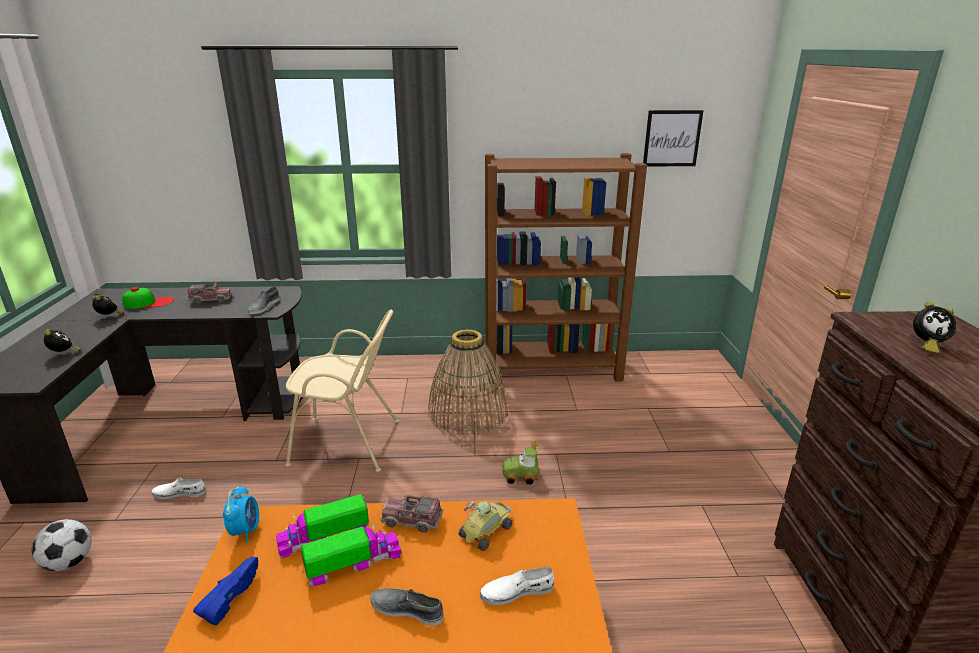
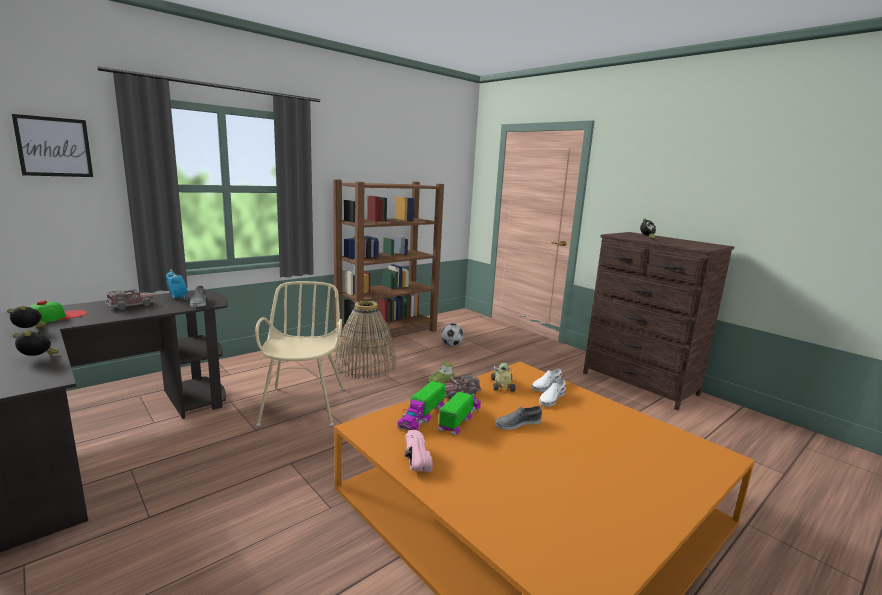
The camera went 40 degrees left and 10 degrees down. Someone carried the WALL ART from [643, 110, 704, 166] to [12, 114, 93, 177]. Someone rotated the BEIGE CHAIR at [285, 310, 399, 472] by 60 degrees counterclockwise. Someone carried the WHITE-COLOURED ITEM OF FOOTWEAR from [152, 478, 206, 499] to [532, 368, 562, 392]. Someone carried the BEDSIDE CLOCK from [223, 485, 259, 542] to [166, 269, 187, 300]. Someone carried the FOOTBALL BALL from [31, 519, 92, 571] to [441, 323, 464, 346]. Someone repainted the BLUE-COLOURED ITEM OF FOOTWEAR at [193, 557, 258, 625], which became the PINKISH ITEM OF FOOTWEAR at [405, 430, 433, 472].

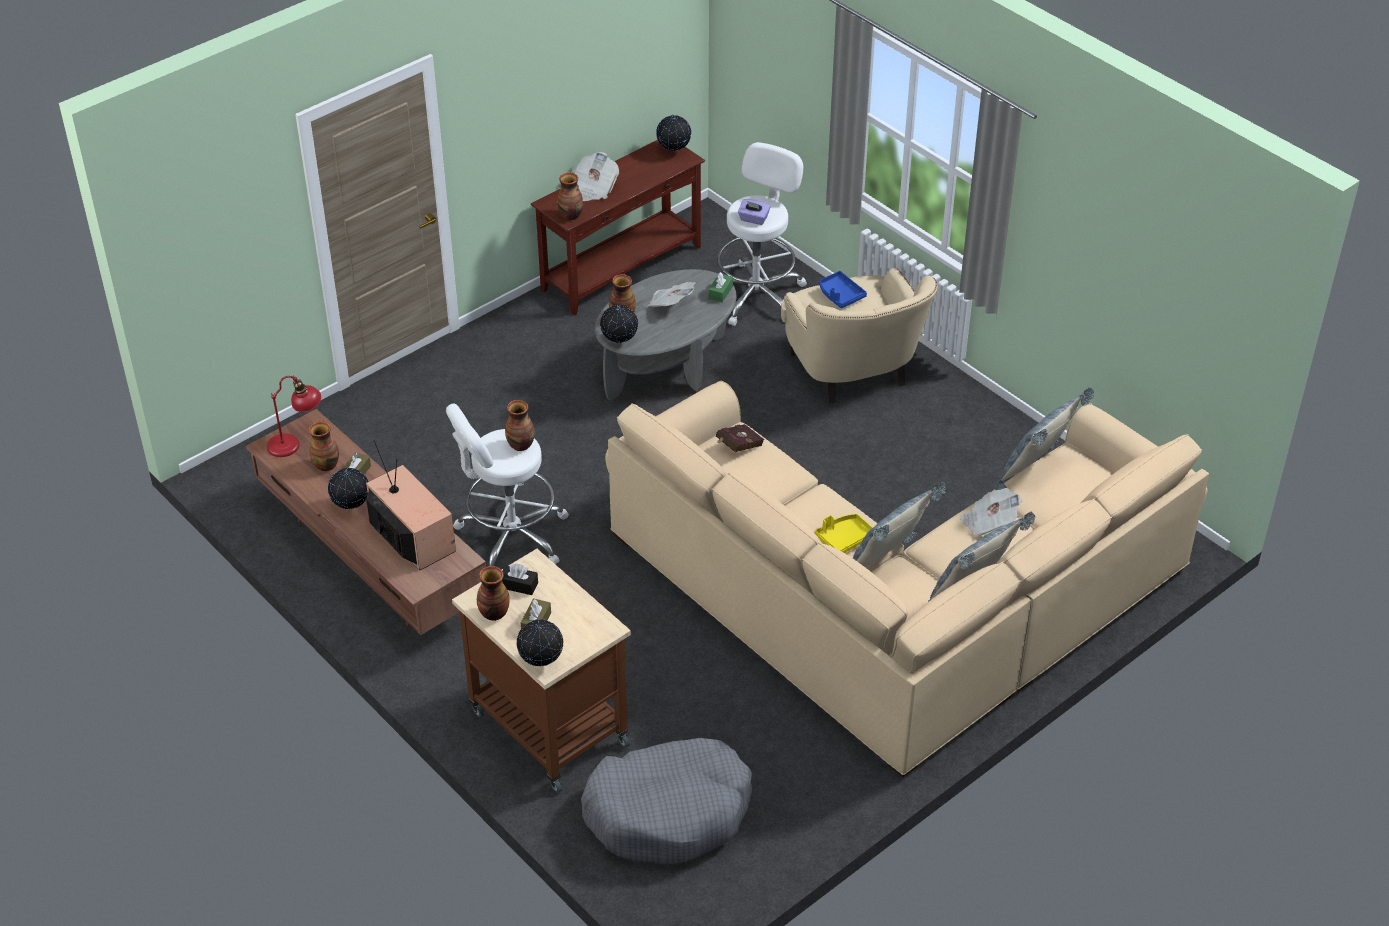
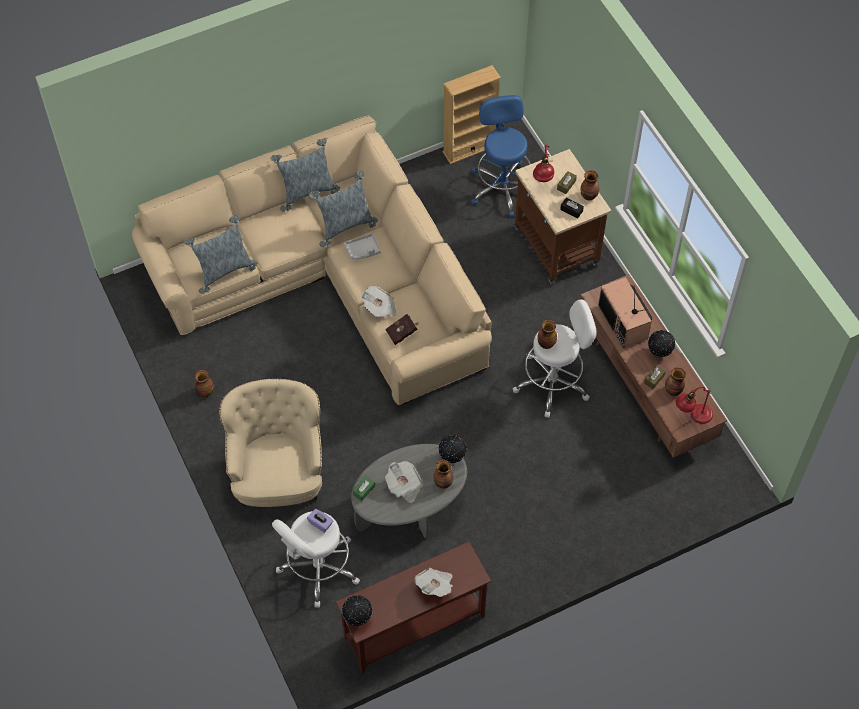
The camera went 165 degrees left and 15 degrees up. Someone carried the DECORATIVE VASE from [557, 172, 583, 220] to [195, 370, 214, 397]. Someone took away the BLUE-COLOURED TRAY at [819, 271, 867, 308]. Someone carried the NEWSPAPER from [960, 488, 1022, 537] to [361, 286, 397, 318]. Someone repainted the YELLOWISH TRAY at [815, 514, 873, 553], which became the GRAY TRAY at [344, 234, 381, 259]. Someone took away the DESK GLOBE at [517, 619, 563, 666]. Someone swapped the GRAY DOG BED at [581, 738, 752, 865] for the BLUE-COLOURED STOOL at [471, 95, 531, 217]. Someone put down the BEIGE BOOKSHELF at [442, 65, 501, 164]. Someone put down the RED-COLOURED LAMP FOR A TABLE at [533, 145, 554, 182].

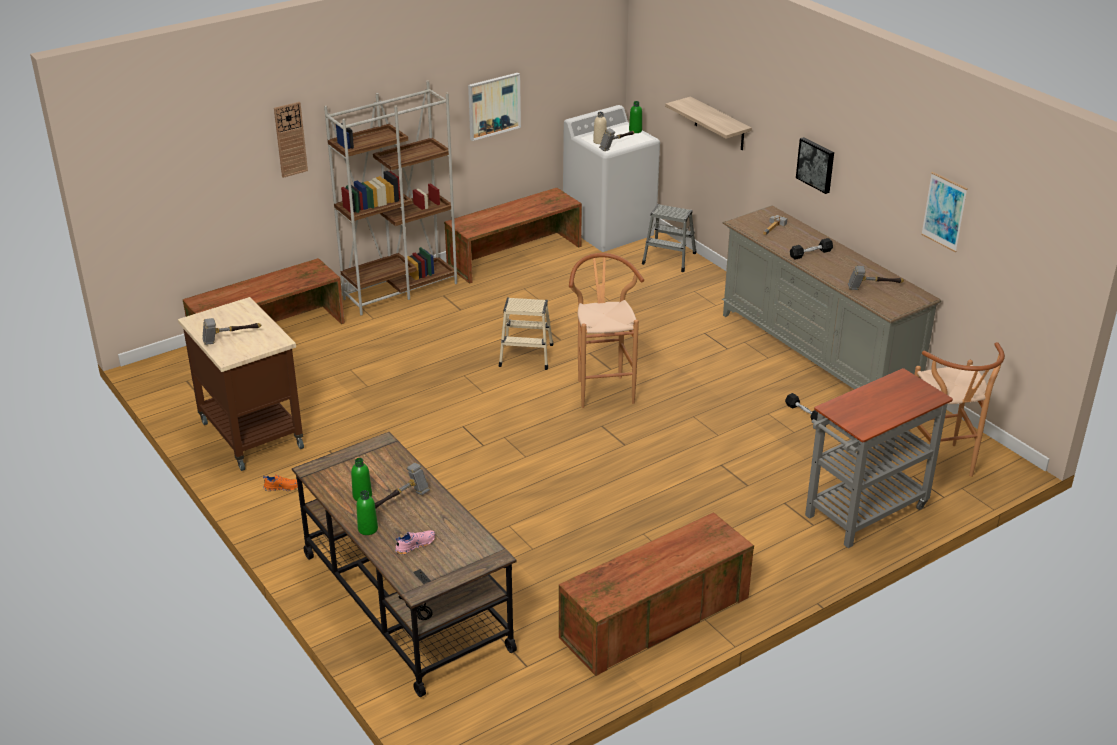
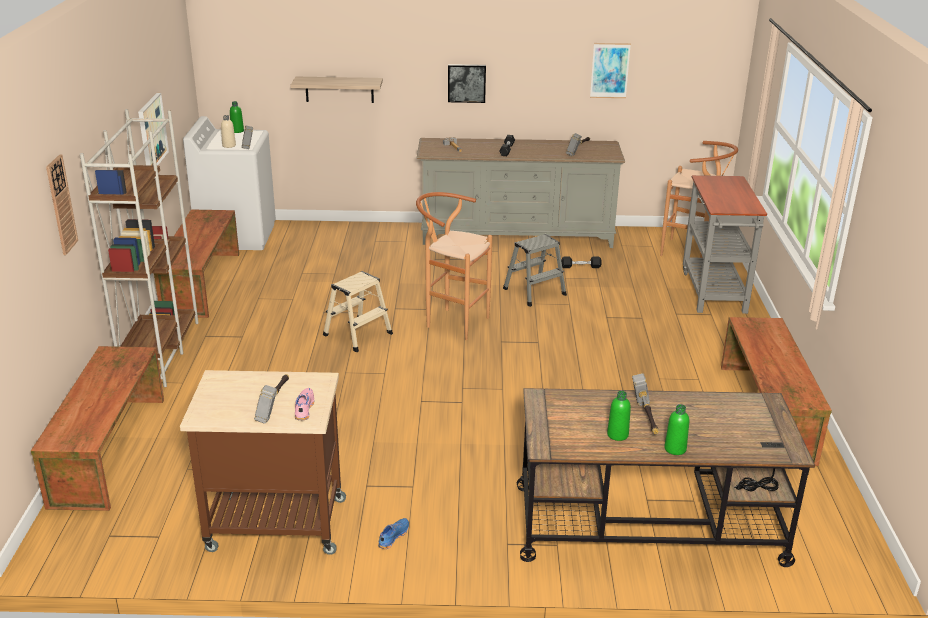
The camera went 55 degrees left and 5 degrees down. Someone carried the GRAY STEP STOOL from [642, 204, 696, 272] to [503, 234, 567, 307]. Someone repainted the ORANGE-COLOURED ITEM OF FOOTWEAR at [263, 474, 298, 491], which became the BLUE-COLOURED ITEM OF FOOTWEAR at [378, 518, 409, 549]. Someone carried the PINKISH ITEM OF FOOTWEAR from [395, 530, 435, 555] to [295, 388, 315, 420].

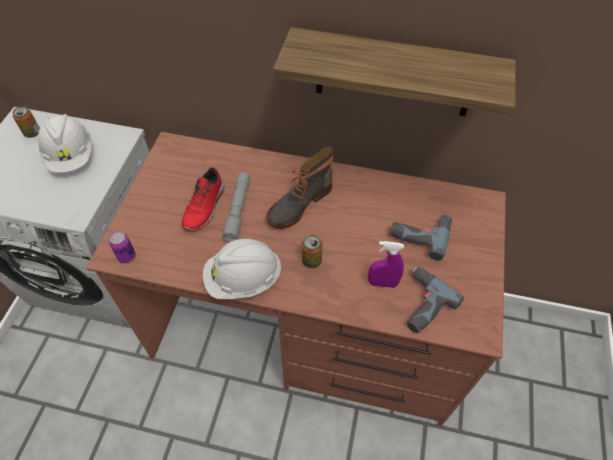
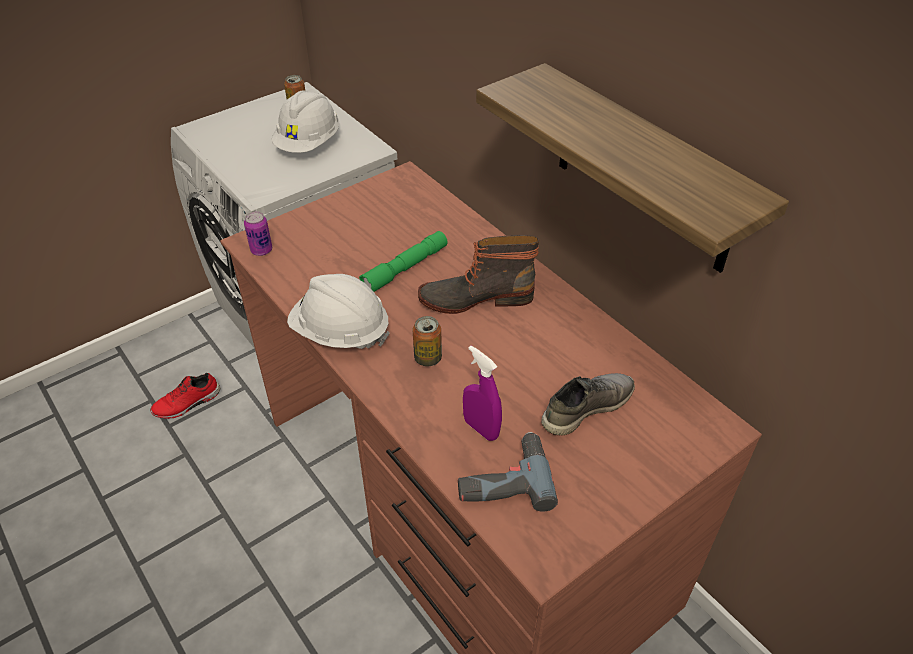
The camera went 40 degrees right and 10 degrees down. Someone carried the RED-COLOURED ITEM OF FOOTWEAR from [181, 167, 224, 231] to [150, 373, 220, 419]. Someone repainted the GRAY HAND TORCH at [222, 173, 250, 242], which became the GREEN HAND TORCH at [359, 231, 448, 292]. Someone swapped the DRILL at [389, 214, 452, 261] for the GRAY ITEM OF FOOTWEAR at [541, 373, 635, 436].

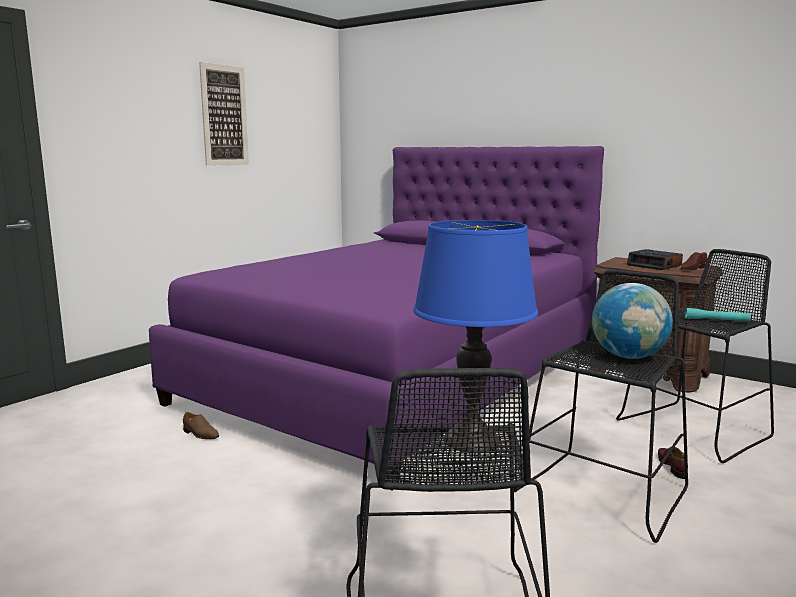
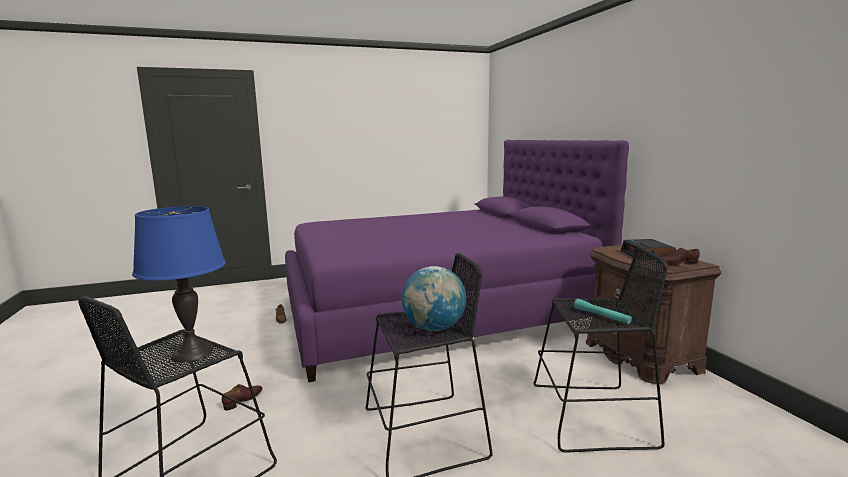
The camera went 35 degrees right and 0 degrees up. Someone took away the WALL ART at [199, 62, 249, 166]. Someone carried the BROWN ITEM OF FOOTWEAR from [658, 447, 685, 479] to [222, 384, 262, 411].

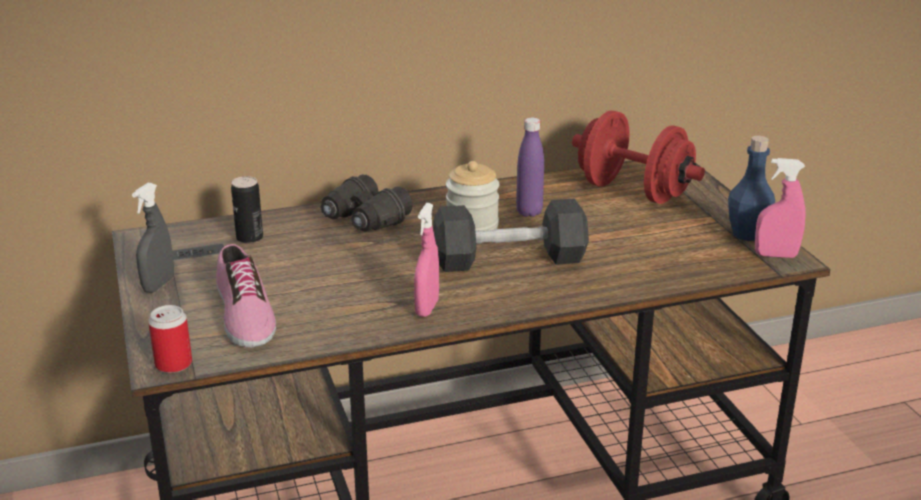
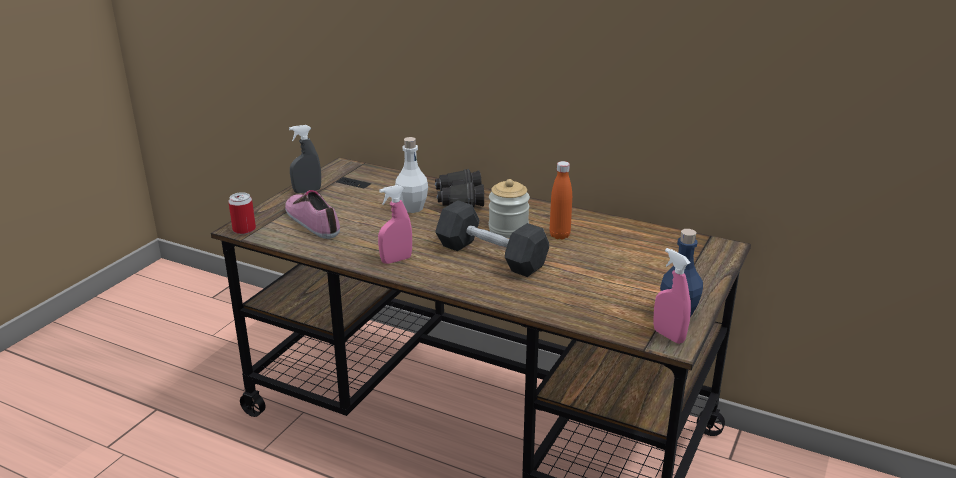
The camera went 45 degrees right and 0 degrees up. Someone took away the RED-COLOURED HAND WEIGHT at [572, 110, 705, 204]. Someone repainted the PURPLISH BOTTLE at [516, 117, 544, 217], which became the ORANGE-COLOURED BOTTLE at [550, 161, 572, 239]. Someone took away the METAL CAN at [231, 176, 263, 243]. Someone rotated the ITEM OF FOOTWEAR at [216, 244, 276, 348] by 120 degrees clockwise. Someone put down the WHITE-COLOURED BOTTLE at [395, 137, 428, 213].

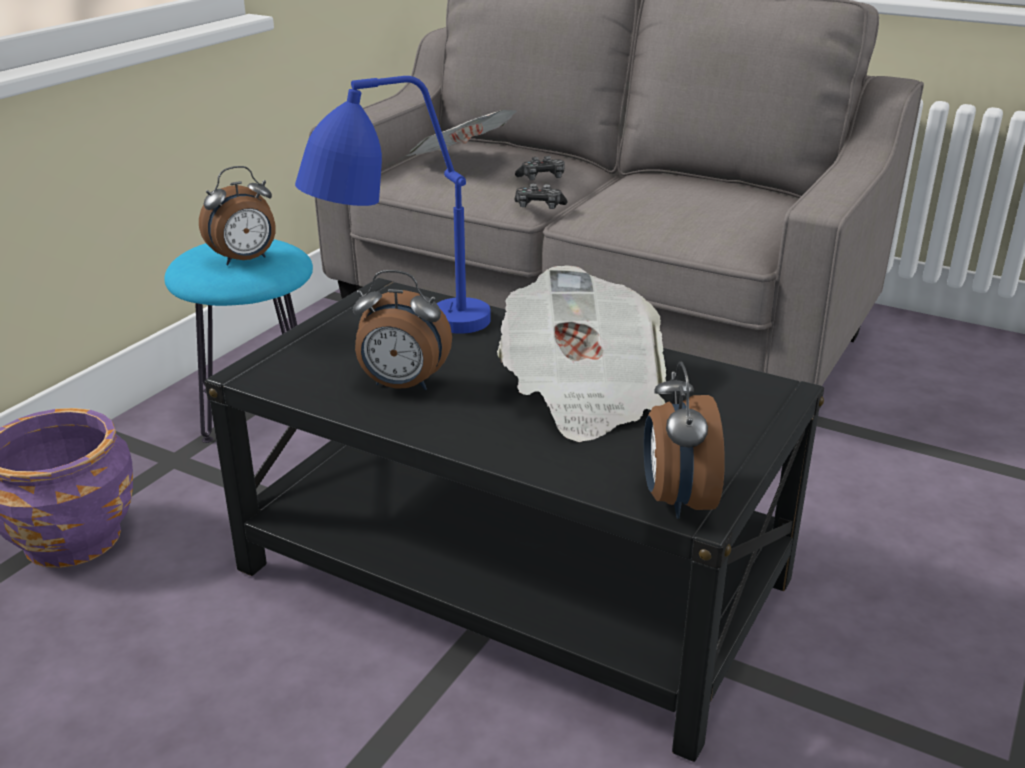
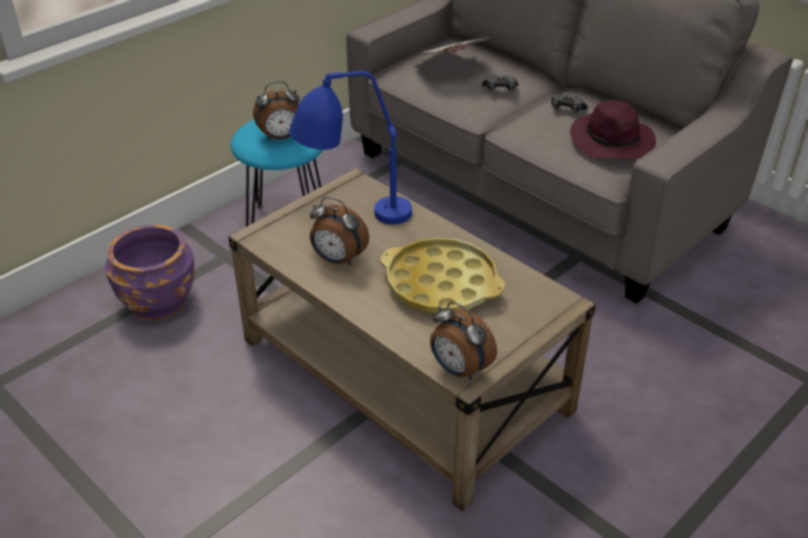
The camera went 15 degrees right and 10 degrees up. Someone carried the GAME CONTROLLER from [515, 183, 567, 209] to [551, 92, 588, 114]. Someone swapped the NEWSPAPER at [497, 265, 666, 442] for the YELLOWISH TRAY at [381, 238, 505, 313]. Someone repainted the BLACKISH COFFEE TABLE at [205, 278, 824, 762], which became the BEIGE COFFEE TABLE at [228, 169, 596, 511]. Someone rotated the BEDSIDE CLOCK at [644, 362, 725, 519] by 60 degrees counterclockwise. Someone put down the PURPLISH WEARABLE HAT at [570, 100, 656, 160].

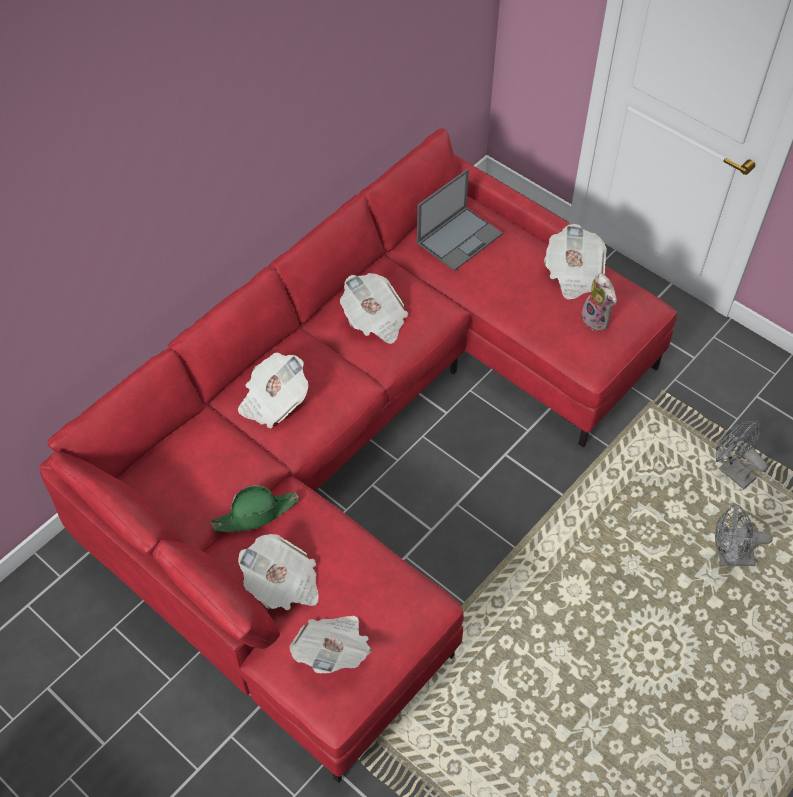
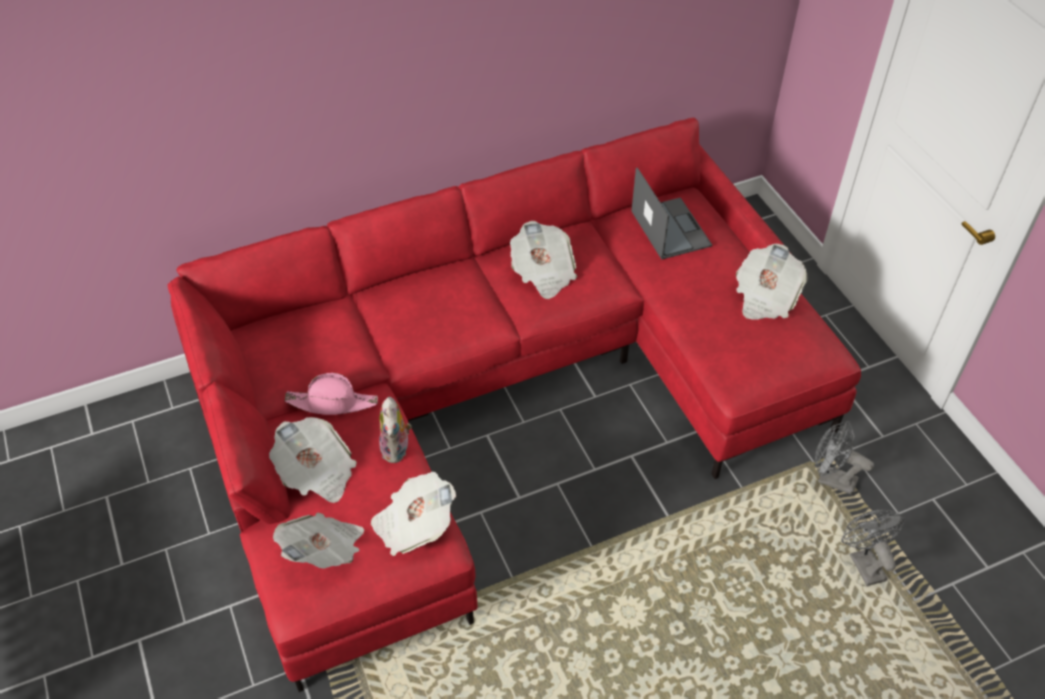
The camera went 25 degrees right and 5 degrees down. Someone rotated the NOTEBOOK COMPUTER at [417, 169, 503, 271] by 90 degrees counterclockwise. Someone carried the PLUSH TOY from [582, 273, 617, 331] to [379, 397, 412, 463]. Someone carried the NEWSPAPER from [238, 353, 308, 428] to [371, 472, 456, 556]. Someone repainted the GREEN WEARABLE HAT at [211, 485, 299, 532], which became the PINKISH WEARABLE HAT at [285, 373, 378, 415]. Someone carried the GRAY FAN from [715, 504, 773, 566] to [815, 421, 874, 495].

